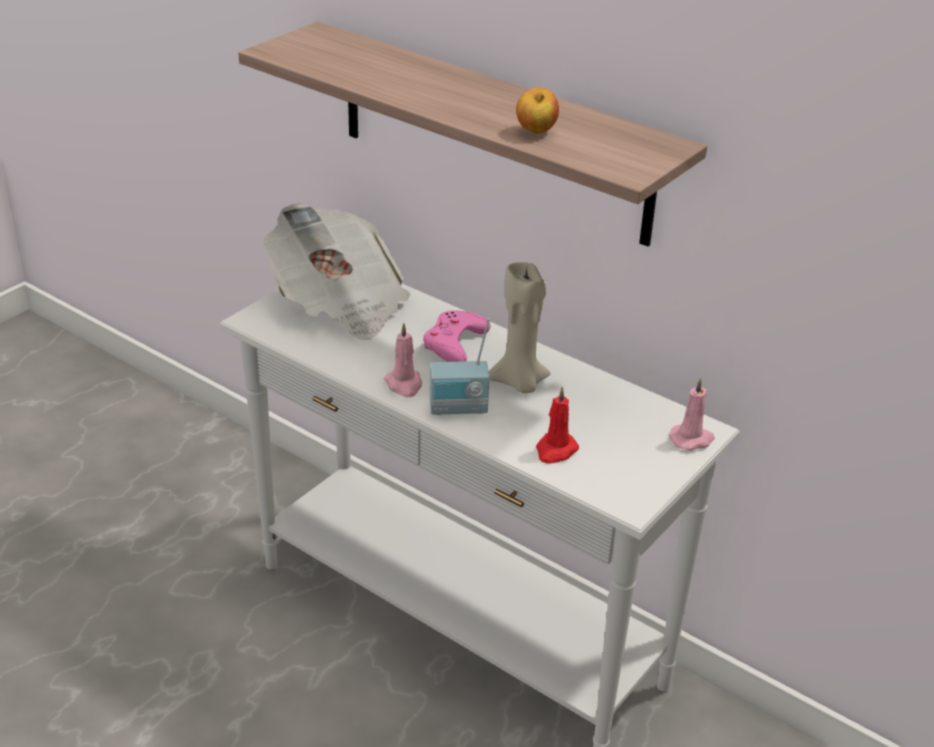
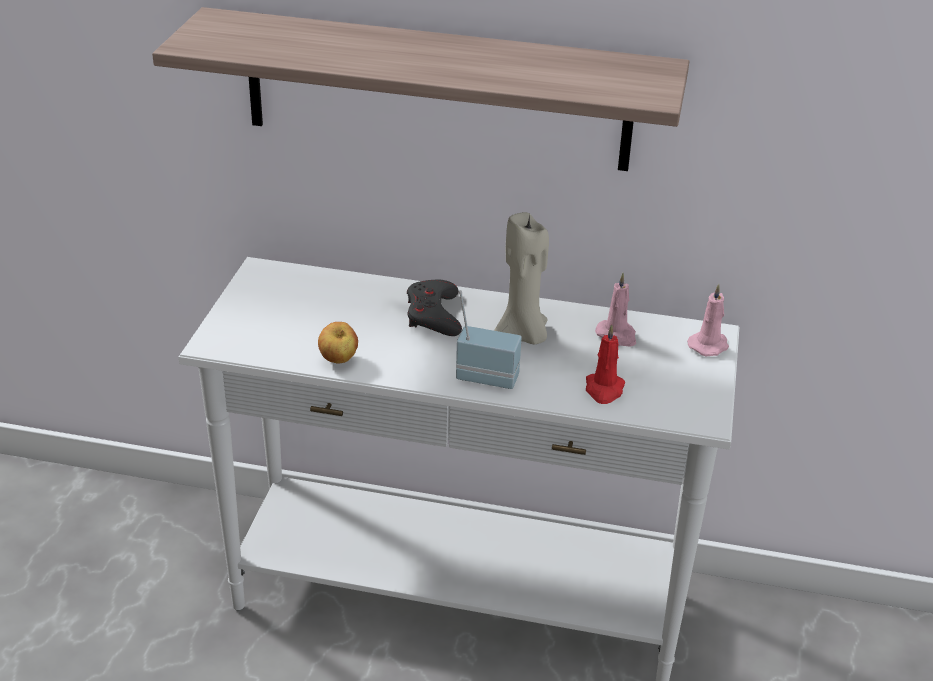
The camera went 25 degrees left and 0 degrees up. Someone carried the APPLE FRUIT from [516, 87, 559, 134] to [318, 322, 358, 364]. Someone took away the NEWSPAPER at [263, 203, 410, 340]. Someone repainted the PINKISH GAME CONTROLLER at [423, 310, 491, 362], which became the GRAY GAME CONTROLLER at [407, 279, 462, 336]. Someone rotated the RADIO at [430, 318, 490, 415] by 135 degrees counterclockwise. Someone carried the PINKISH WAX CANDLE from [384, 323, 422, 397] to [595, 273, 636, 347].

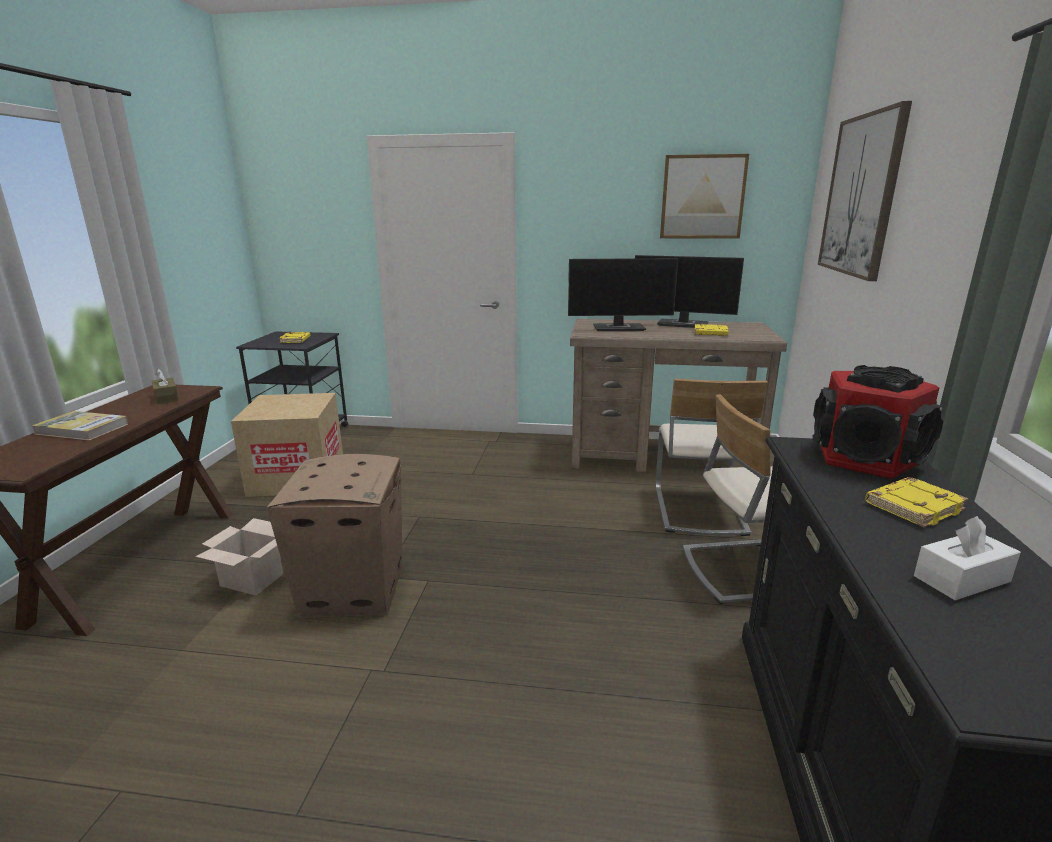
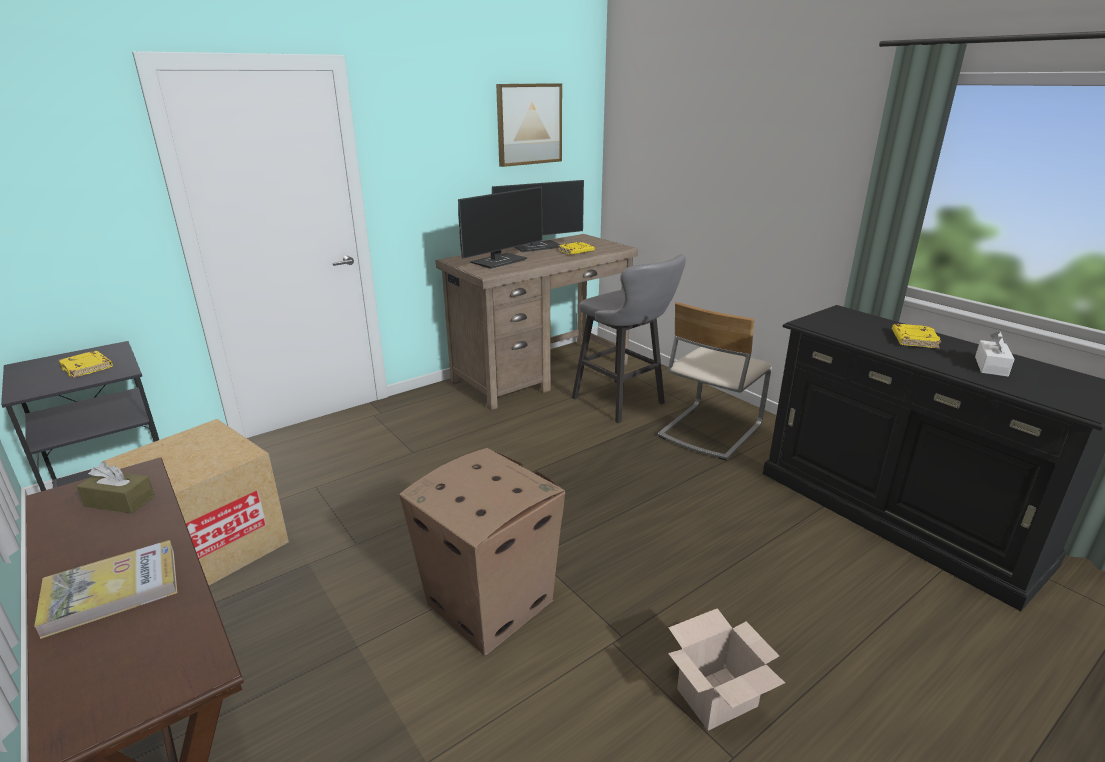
The camera went 45 degrees left and 5 degrees up. Someone took away the WALL ART at [818, 101, 912, 281]. Someone took away the AUDIO SPEAKER at [812, 365, 943, 479]. Someone swapped the BEIGE CHAIR at [656, 378, 768, 536] for the GRAY STOOL at [572, 254, 686, 423]. Someone carried the CARDBOARD BOX from [195, 518, 283, 596] to [668, 608, 785, 731].

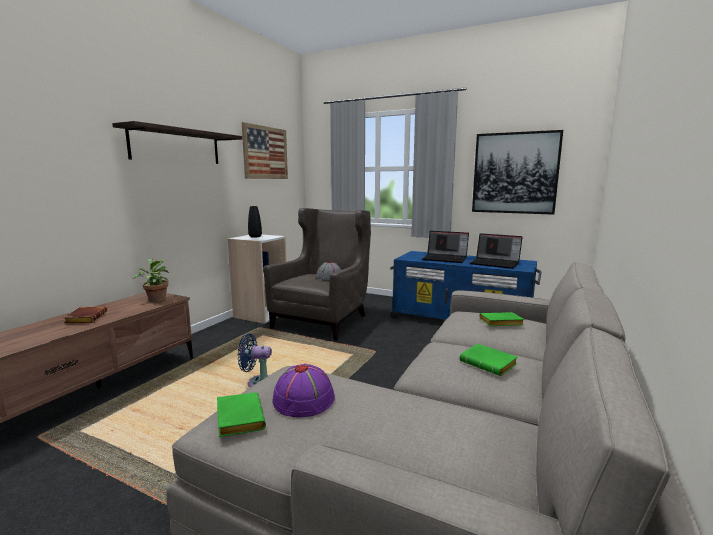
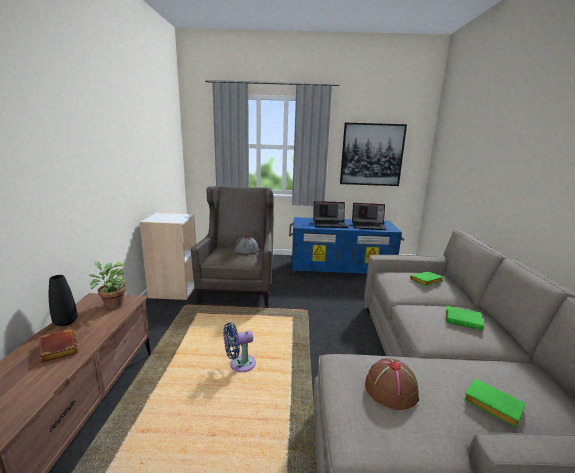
The camera went 25 degrees left and 5 degrees up. Someone took away the WALL SHELF at [112, 121, 242, 164]. Someone took away the WALL ART at [242, 122, 288, 179]. Someone carried the BLACKISH DECORATIVE VASE from [248, 206, 262, 238] to [49, 275, 78, 326]. Someone repainted the PURPLISH WEARABLE HAT at [272, 363, 335, 418], which became the BROWN WEARABLE HAT at [365, 358, 419, 410]. Someone carried the GREEN VOLUME from [217, 392, 266, 437] to [463, 379, 526, 428].

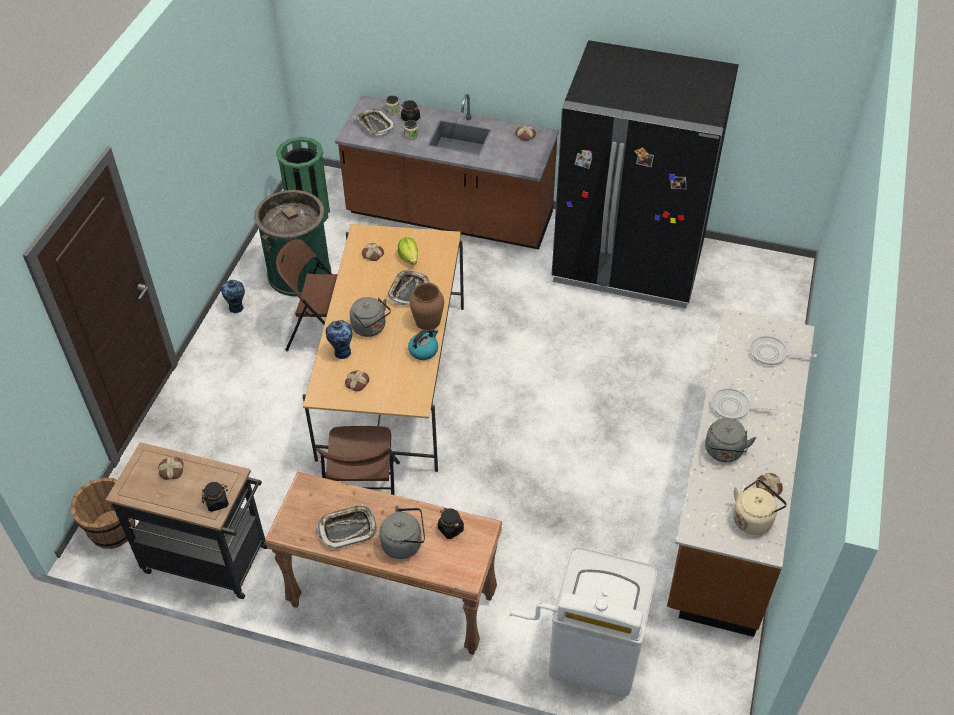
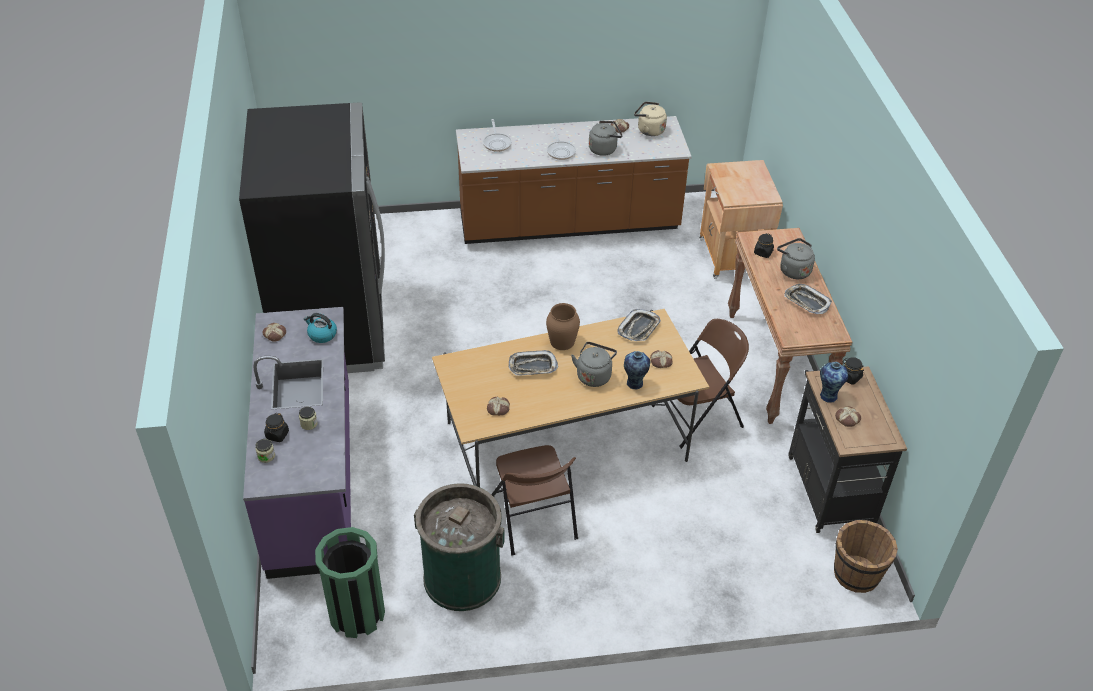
The camera went 115 degrees left and 5 degrees down. Someone repainted the BROWN KITCHEN COUNTER at [335, 94, 559, 250], which became the PURPLISH KITCHEN COUNTER at [243, 307, 351, 579]. Someone carried the TRAY from [355, 109, 396, 135] to [617, 309, 661, 341]. Someone took away the LETTUCE HEAD at [398, 237, 418, 265]. Someone carried the DECORATIVE VASE from [221, 280, 245, 313] to [820, 362, 848, 402]. Someone carried the WATER KETTLE from [408, 329, 438, 360] to [304, 313, 337, 343]. Someone swapped the WHITE-COLOURED LAUNDRY APPLIANCE at [510, 547, 657, 697] for the BROWN TROLLEY at [699, 160, 783, 279].

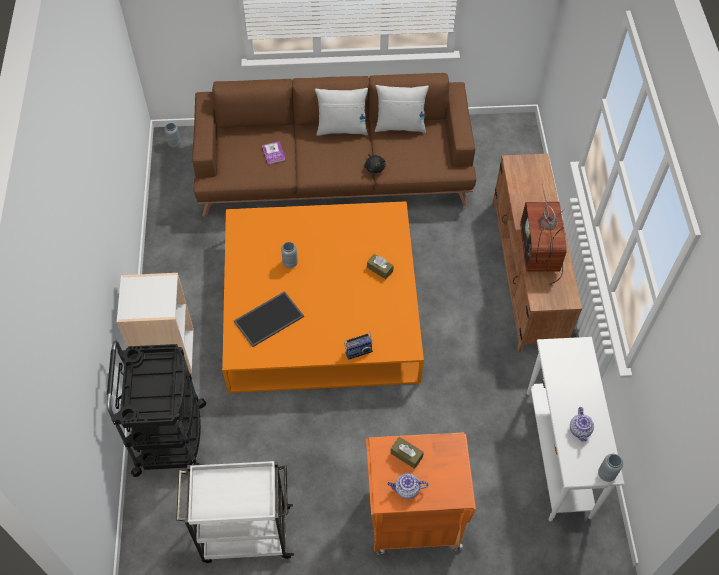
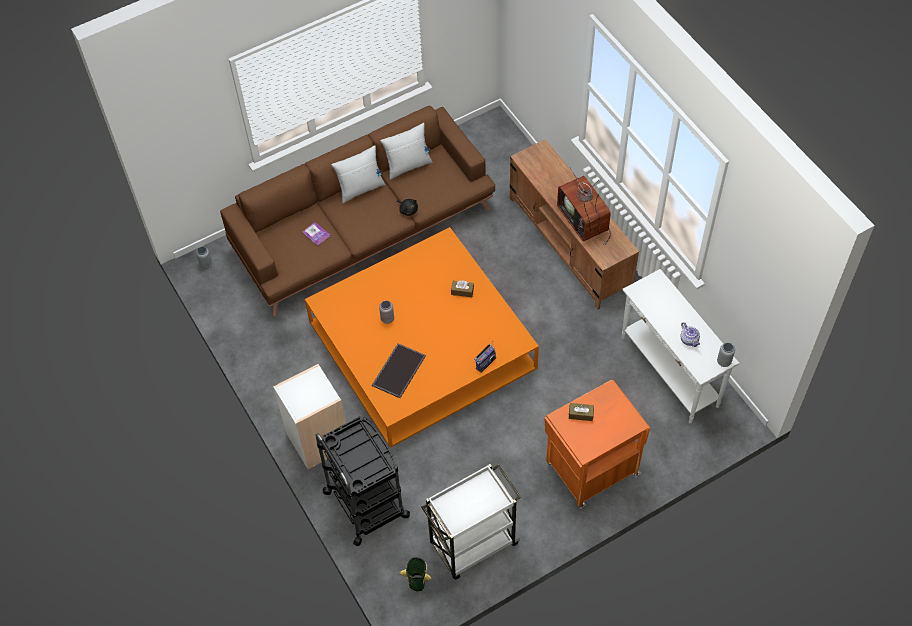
The camera went 25 degrees left and 0 degrees up. Someone took away the TEA POT at [387, 473, 428, 499]. Someone put down the DECORATIVE VASE at [399, 557, 431, 591].

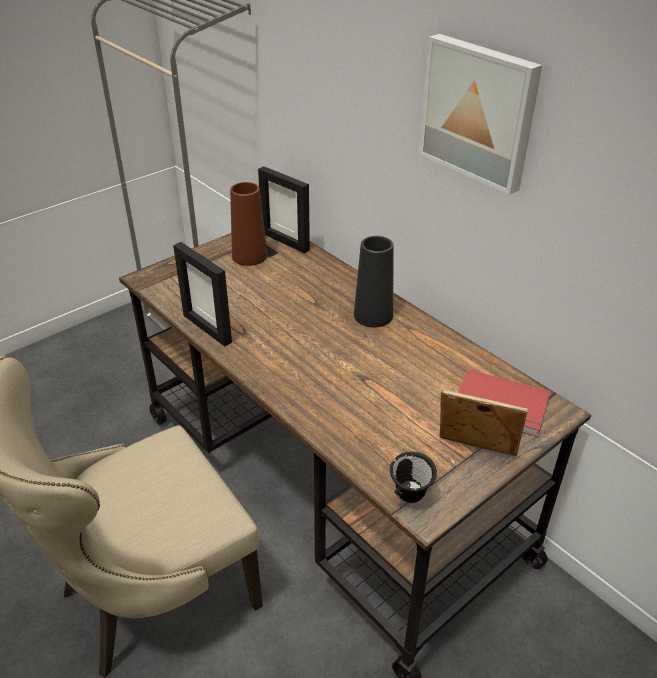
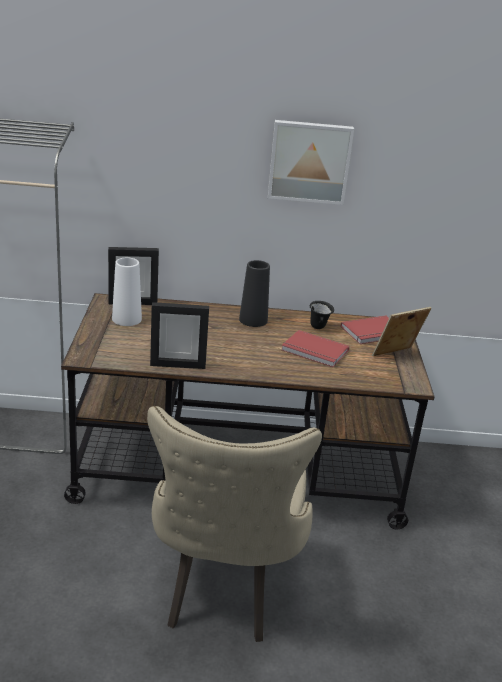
The camera went 50 degrees left and 10 degrees down. Someone repainted the BROWN DECORATIVE VASE at [230, 182, 267, 266], which became the WHITE-COLOURED DECORATIVE VASE at [112, 258, 142, 326]. Someone carried the BLACKISH TEA MUG from [390, 452, 437, 503] to [310, 301, 334, 329]. Someone put down the RED-COLOURED VOLUME at [281, 330, 349, 367].

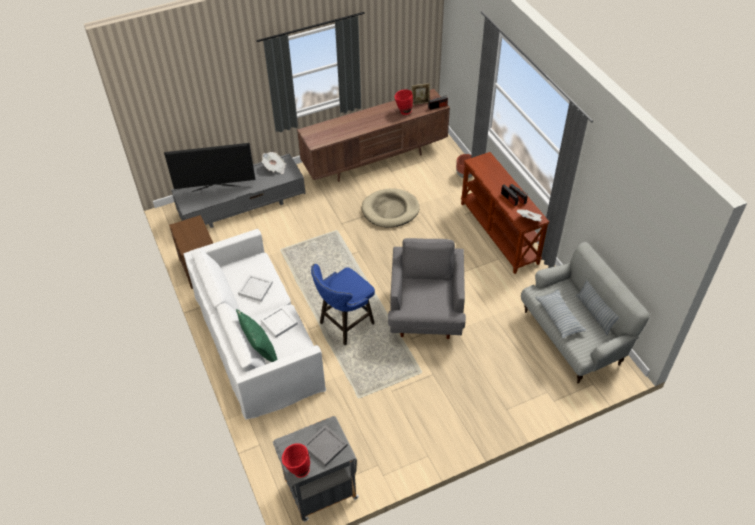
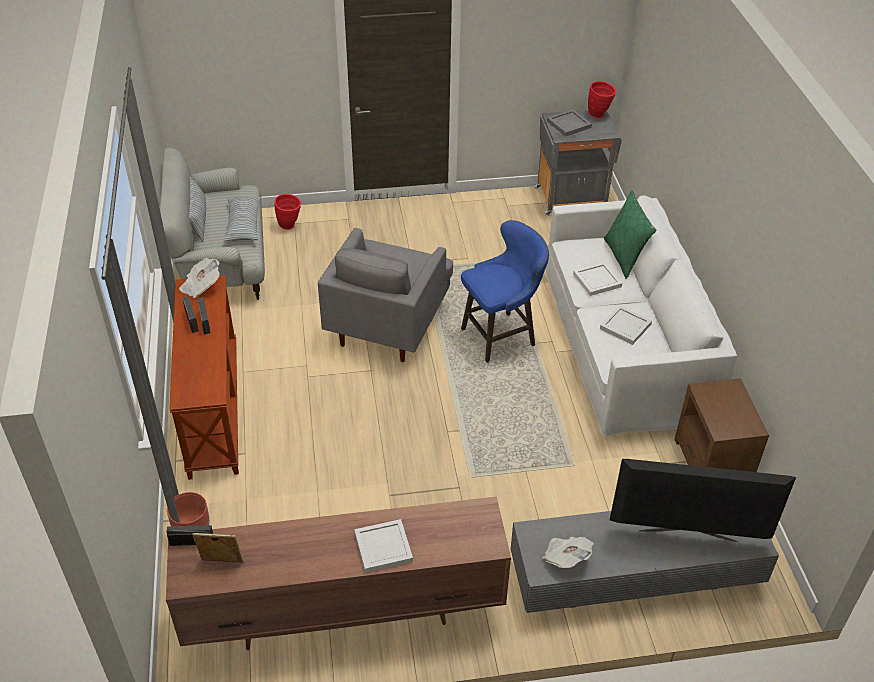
The camera went 165 degrees left and 5 degrees down. Someone carried the RED-COLOURED DECORATIVE VASE from [395, 90, 413, 115] to [274, 194, 301, 230]. Someone took away the BEIGE DOG BED at [362, 188, 420, 227]. Someone put down the WHITE-COLOURED TRAY at [354, 519, 413, 573].

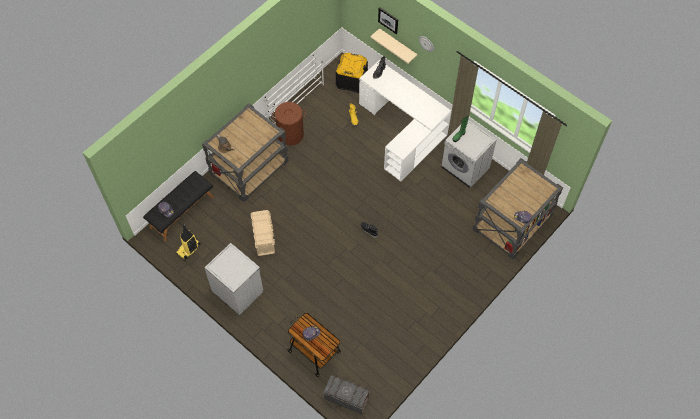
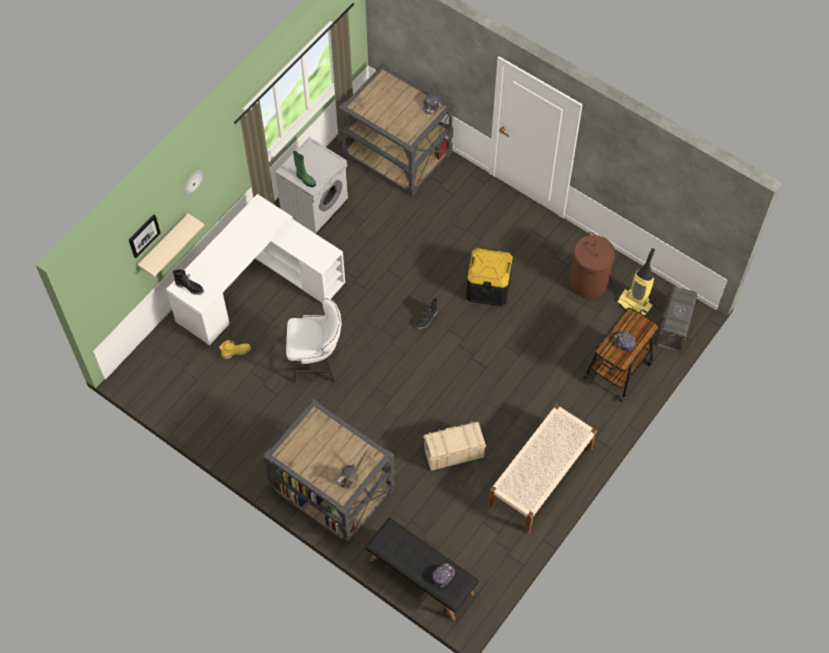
The camera went 95 degrees left and 0 degrees up. Someone carried the BLACKISH STORAGE BIN from [336, 53, 368, 93] to [466, 248, 513, 306]. Someone took away the WHITE-COLOURED SHOE RACK at [265, 55, 324, 125]. Someone carried the BROWN WASHING BASKET from [271, 102, 306, 146] to [569, 232, 615, 298]. Someone carried the VACUUM from [176, 223, 201, 260] to [617, 248, 655, 316]. Someone swapped the WHITE-COLOURED LAUNDRY APPLIANCE at [204, 243, 264, 315] for the BEIGE INDOOR BENCH at [488, 404, 597, 533]. Someone put down the WHITE-COLOURED STOOL at [286, 298, 342, 383].

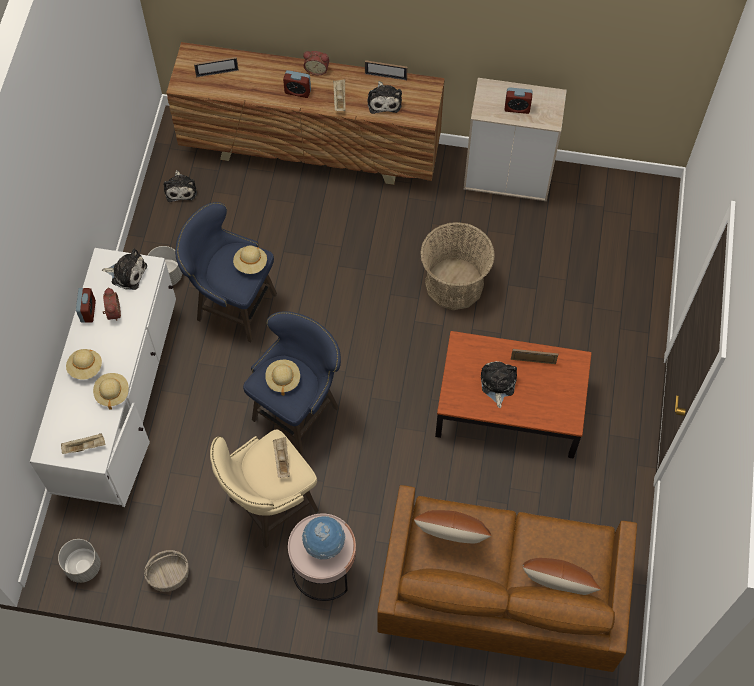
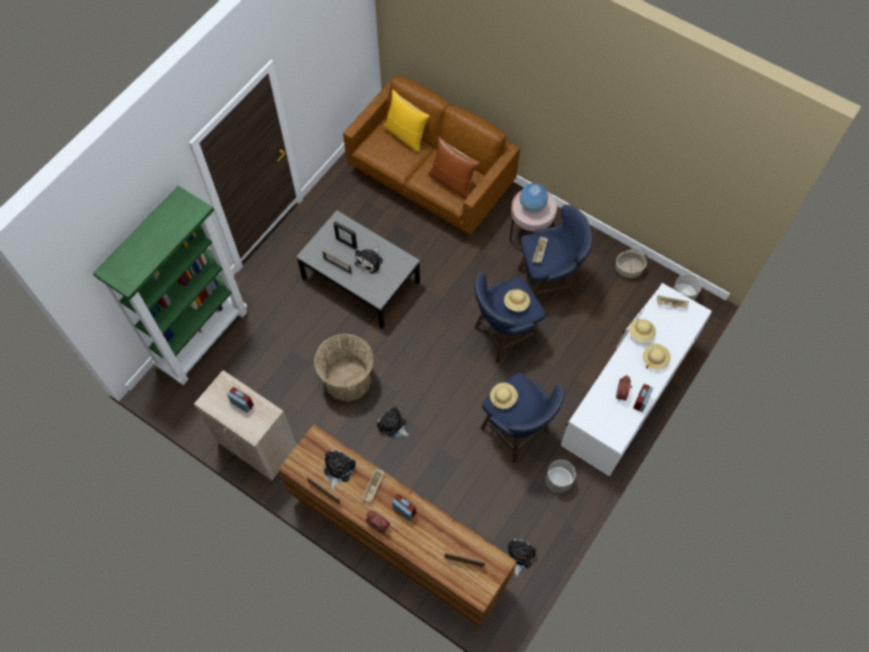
The camera went 155 degrees left and 0 degrees up. Someone carried the PLUSH TOY from [102, 249, 147, 290] to [377, 406, 409, 437]. Someone repainted the BROWN COFFEE TABLE at [435, 331, 592, 458], which became the GRAY COFFEE TABLE at [296, 210, 420, 329]. Someone repainted the BEIGE STOOL at [210, 430, 319, 548], which became the BLUE-COLOURED STOOL at [518, 204, 593, 299]. Someone repainted the BROWN PILLOW at [523, 558, 601, 595], which became the YELLOWISH PILLOW at [383, 89, 429, 153]. Someone put down the GREEN BOOKSHELF at [93, 186, 248, 385]. Someone put down the STANDING FRAME at [333, 221, 357, 250].

